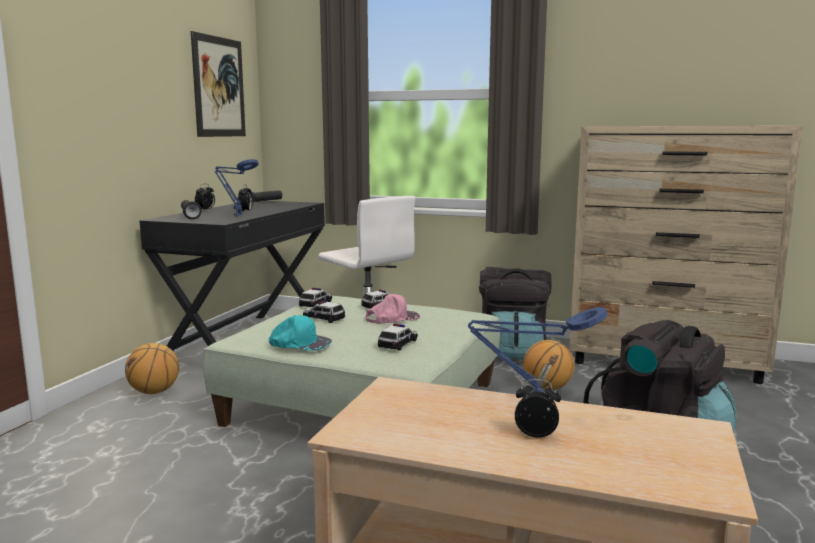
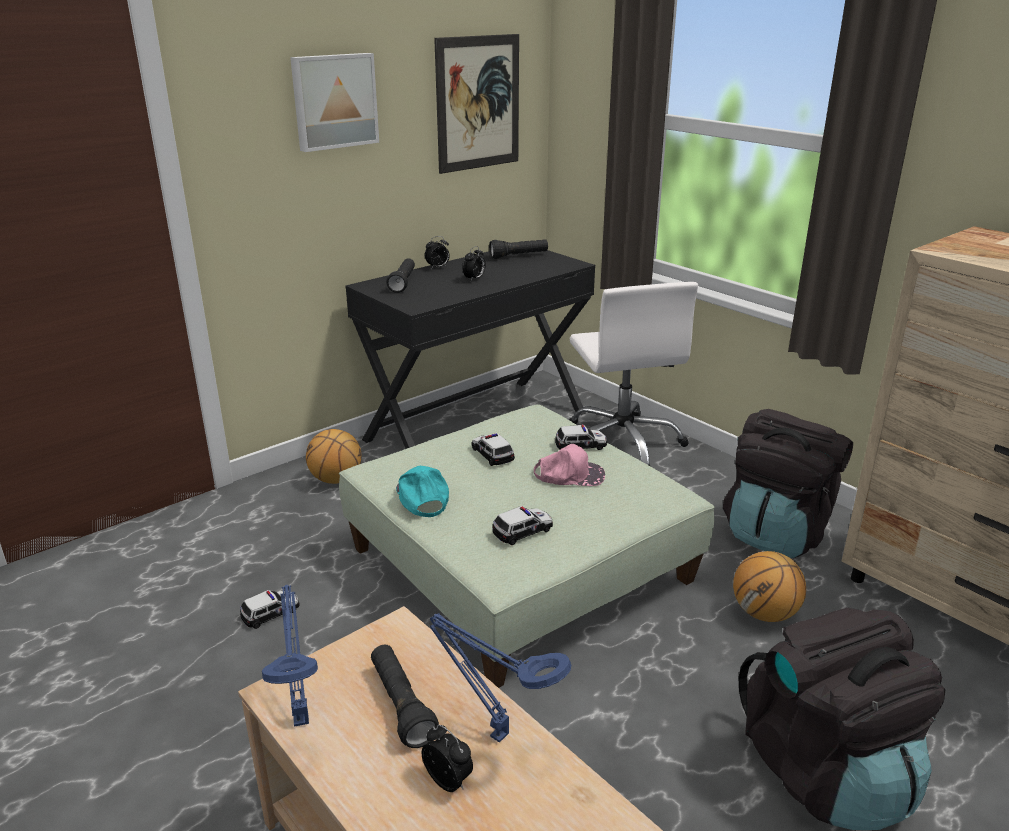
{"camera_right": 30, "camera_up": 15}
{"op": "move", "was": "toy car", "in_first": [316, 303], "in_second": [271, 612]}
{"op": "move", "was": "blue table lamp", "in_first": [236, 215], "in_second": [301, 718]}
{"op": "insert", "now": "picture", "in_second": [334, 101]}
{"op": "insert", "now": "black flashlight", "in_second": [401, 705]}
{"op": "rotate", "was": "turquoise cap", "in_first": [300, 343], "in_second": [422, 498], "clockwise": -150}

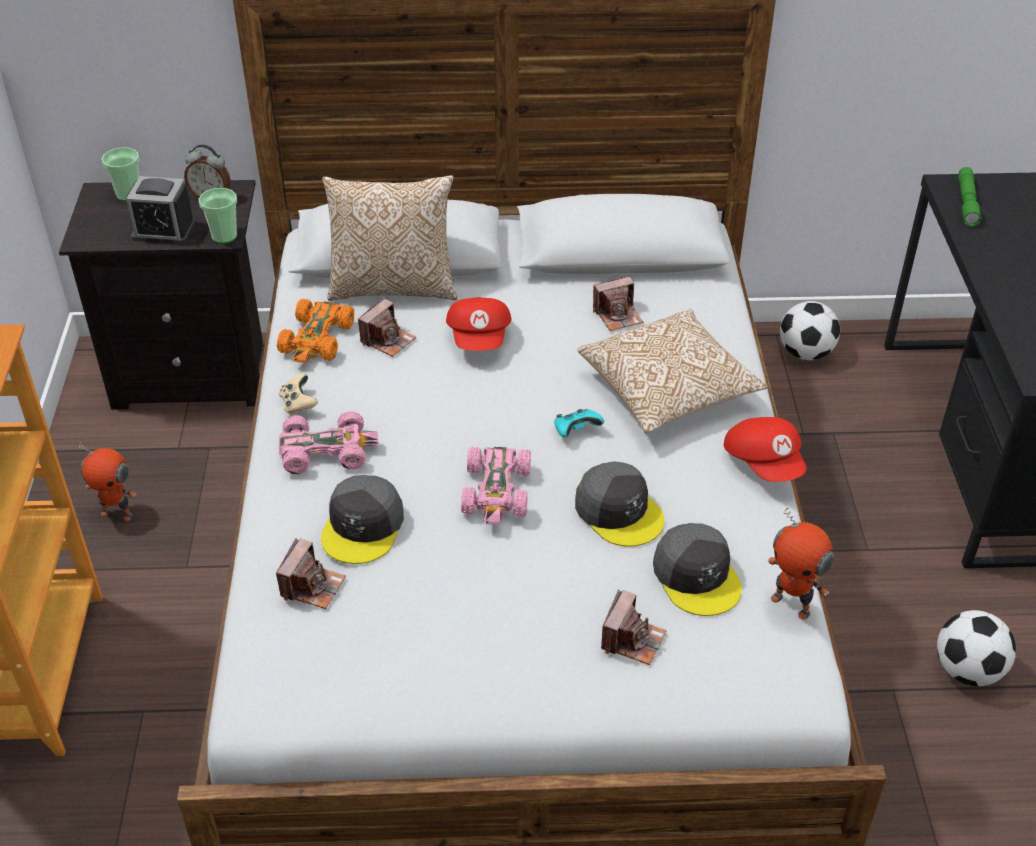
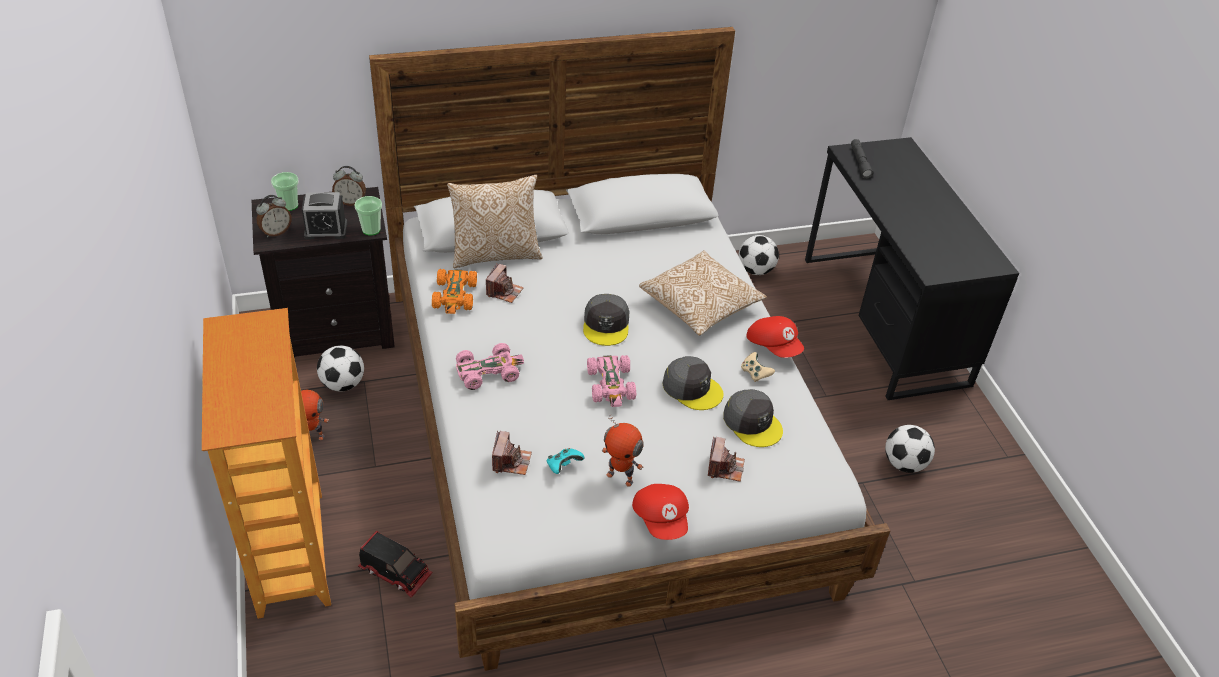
{"camera_right": -15, "camera_up": 0}
{"op": "insert", "now": "alarm clock", "in_second": [276, 232]}
{"op": "insert", "now": "football", "in_second": [343, 384]}
{"op": "insert", "now": "toy truck", "in_second": [396, 572]}
{"op": "move", "was": "turquoise game controller", "in_first": [576, 431], "in_second": [563, 466]}
{"op": "move", "was": "grey cap", "in_first": [363, 526], "in_second": [606, 324]}
{"op": "move", "was": "toy robot", "in_first": [792, 604], "in_second": [620, 477]}
{"op": "move", "was": "red cap", "in_first": [480, 338], "in_second": [661, 519]}
{"op": "move", "was": "beige game controller", "in_first": [298, 404], "in_second": [755, 373]}
{"op": "recolor", "was": "green flashlight", "now": "grey flashlight", "in_first": [967, 202], "in_second": [860, 163]}
{"op": "delete", "was": "photo camera", "in_first": [618, 315]}

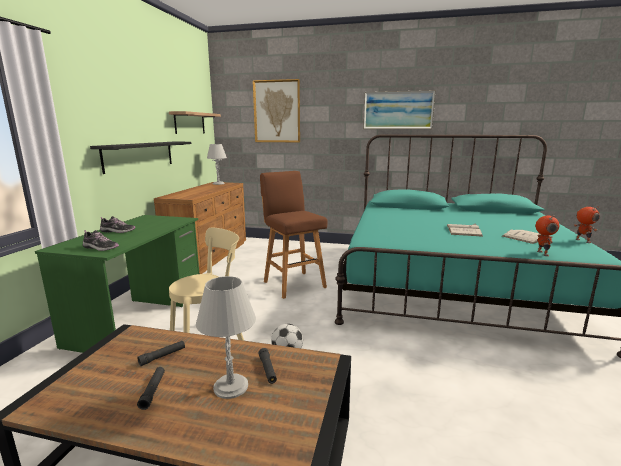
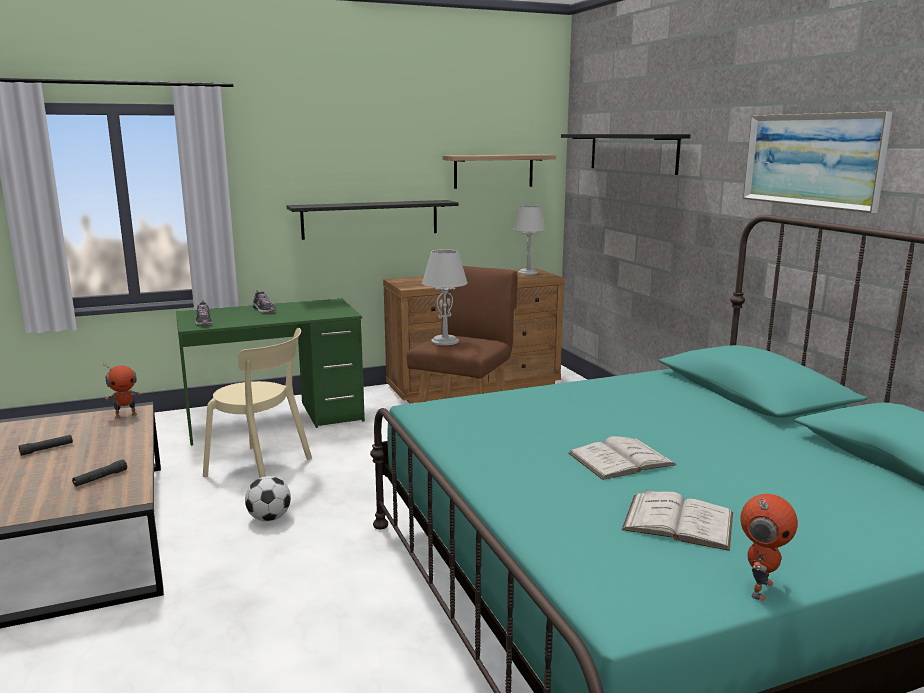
{"camera_right": 55, "camera_up": 0}
{"op": "move", "was": "toy robot", "in_first": [541, 253], "in_second": [126, 415]}
{"op": "move", "was": "grey table lamp", "in_first": [230, 386], "in_second": [445, 341]}
{"op": "replace", "was": "picture", "now": "black shelf", "in_first": [277, 111], "in_second": [632, 152]}
{"op": "delete", "was": "black flashlight", "in_first": [162, 356]}

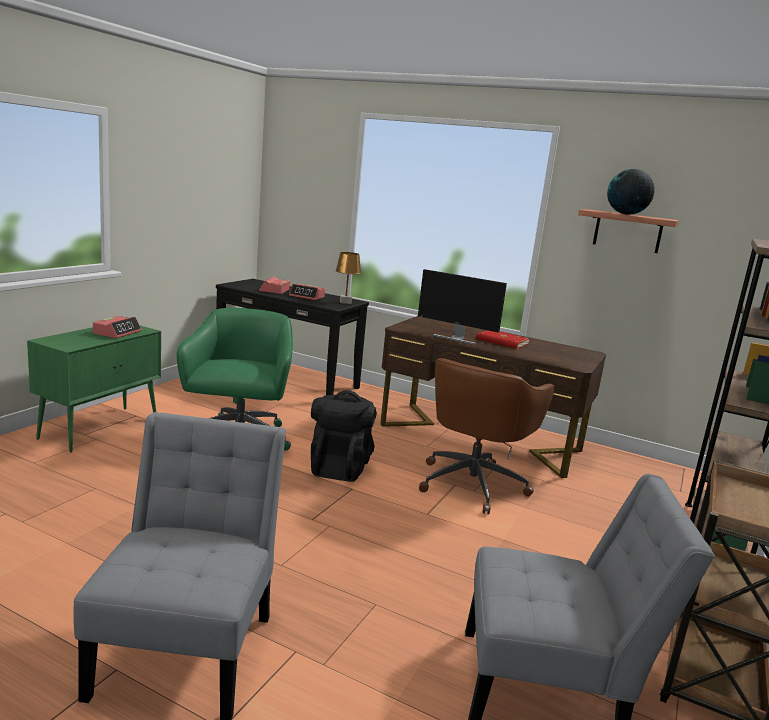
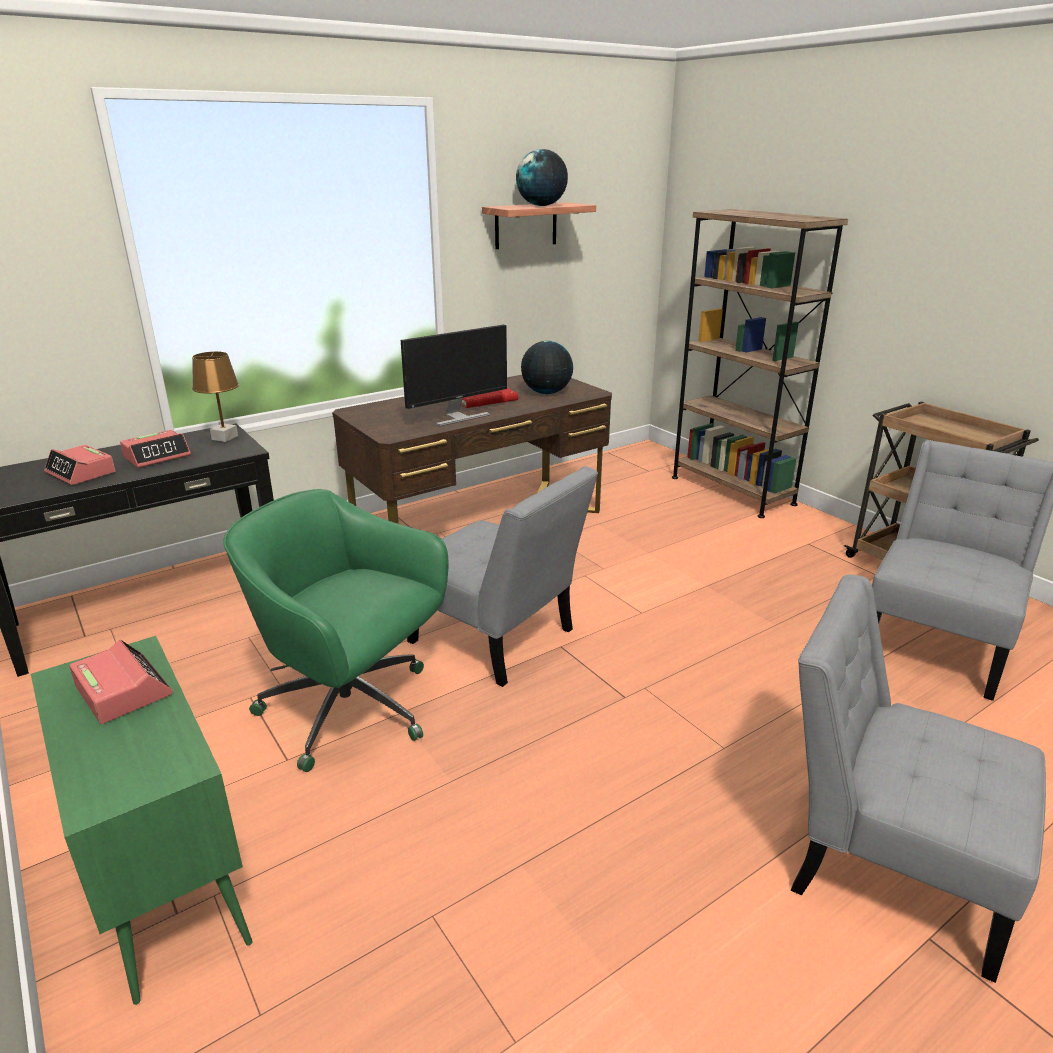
{"camera_right": -60, "camera_up": 10}
{"op": "replace", "was": "black backpack", "now": "grey chair", "in_first": [339, 467], "in_second": [498, 640]}
{"op": "insert", "now": "globe", "in_second": [546, 393]}
{"op": "delete", "was": "brown office chair", "in_first": [473, 483]}

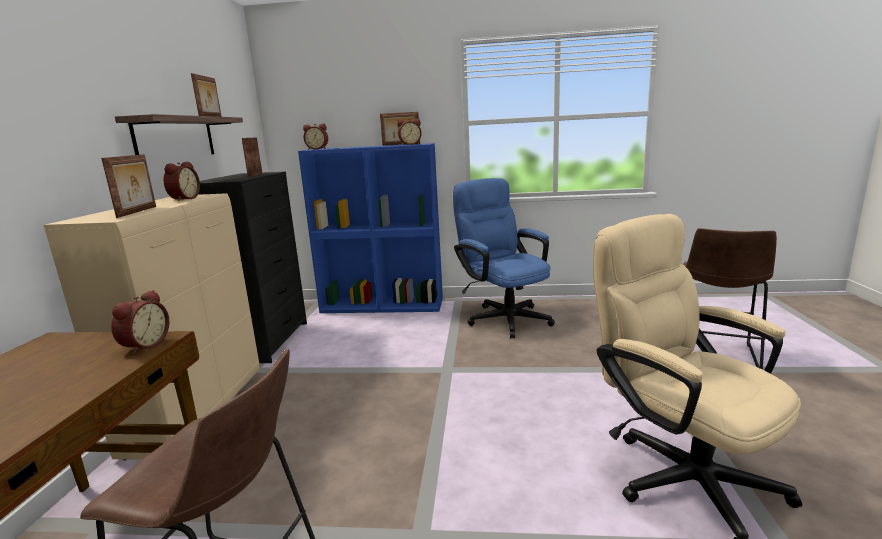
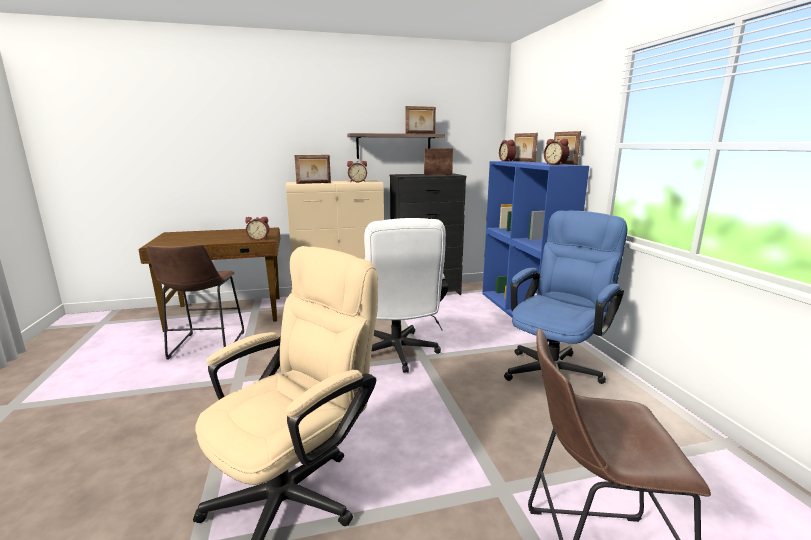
{"camera_right": 70, "camera_up": 0}
{"op": "insert", "now": "white office chair", "in_second": [397, 355]}
{"op": "insert", "now": "picture frame", "in_second": [523, 161]}

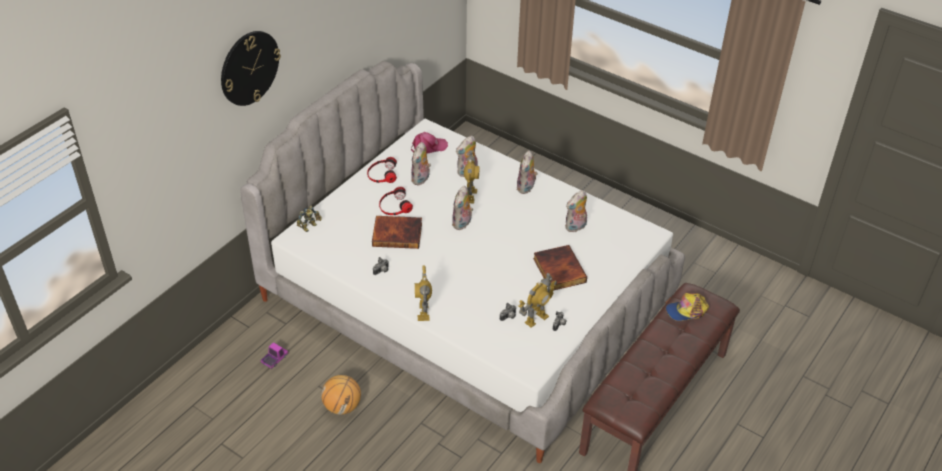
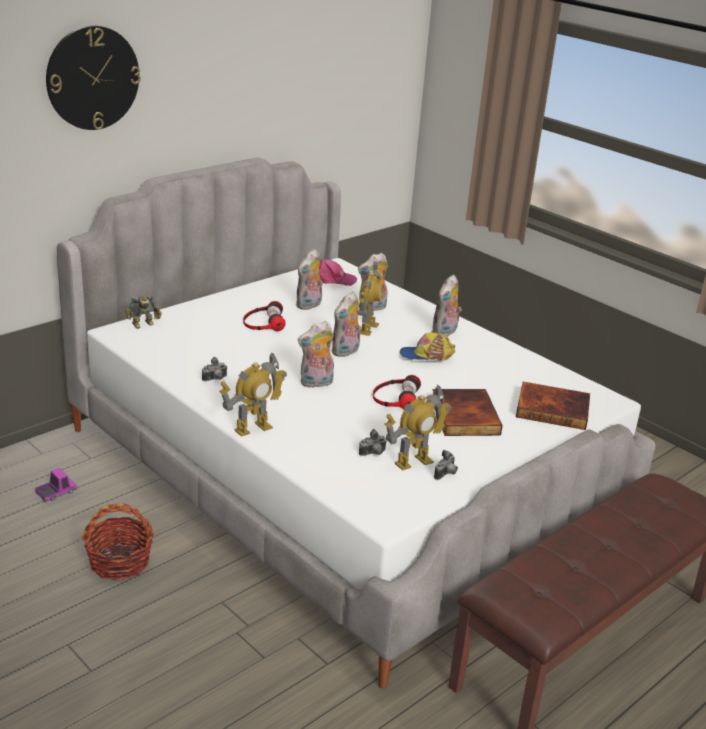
{"camera_right": 10, "camera_up": -15}
{"op": "replace", "was": "basketball", "now": "basket", "in_first": [342, 406], "in_second": [120, 562]}
{"op": "rotate", "was": "toy robot", "in_first": [424, 312], "in_second": [253, 428], "clockwise": -135}
{"op": "move", "was": "plush toy", "in_first": [575, 227], "in_second": [316, 383]}
{"op": "move", "was": "headphones", "in_first": [382, 174], "in_second": [395, 398]}
{"op": "move", "was": "cap", "in_first": [686, 311], "in_second": [427, 356]}
{"op": "move", "was": "book", "in_first": [397, 234], "in_second": [553, 409]}

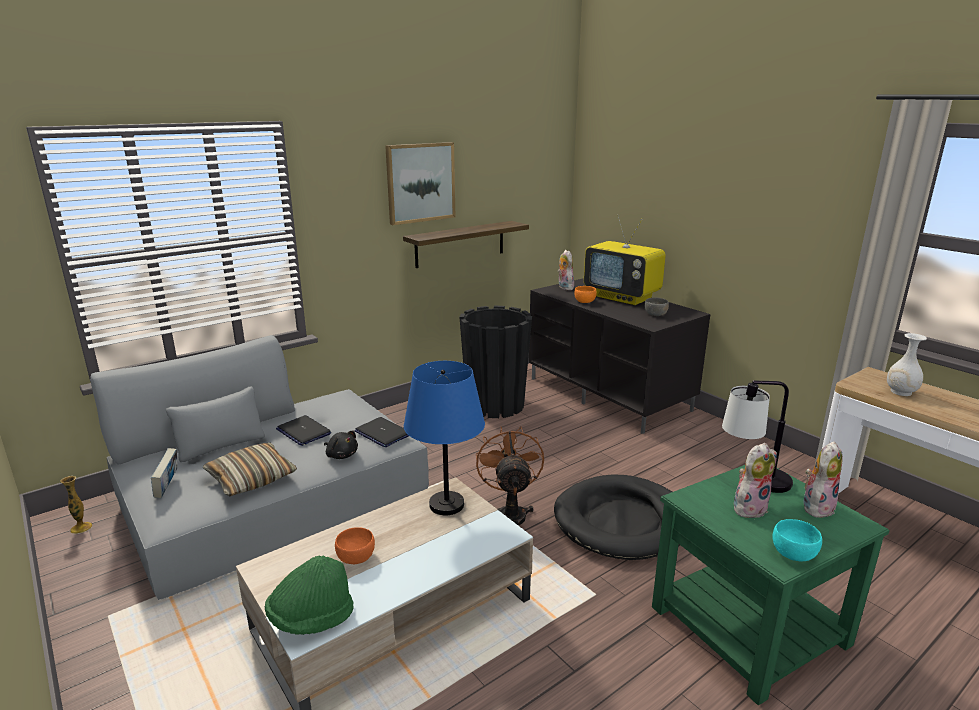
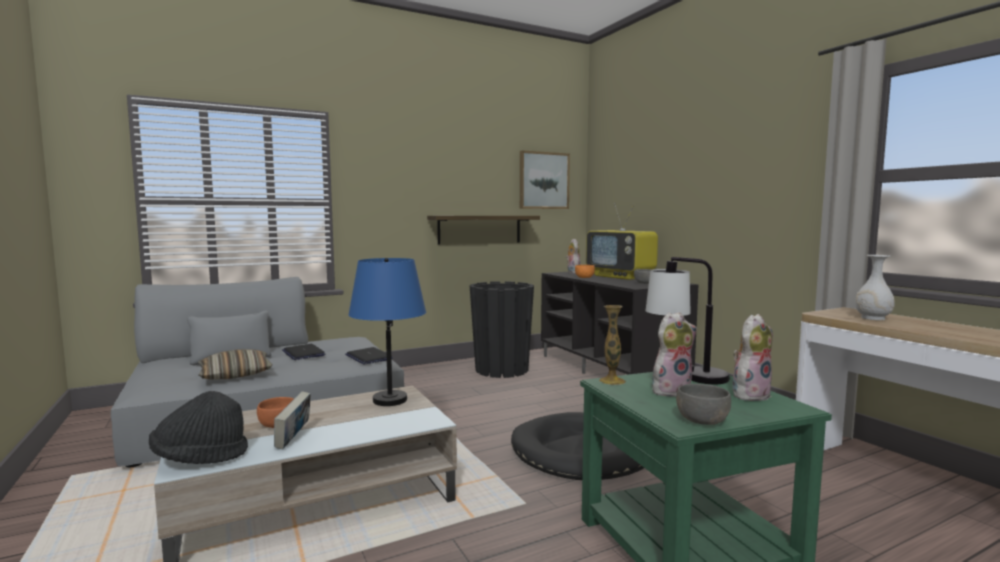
{"camera_right": 10, "camera_up": -15}
{"op": "recolor", "was": "green hat", "now": "black hat", "in_first": [311, 618], "in_second": [200, 458]}
{"op": "move", "was": "book", "in_first": [168, 487], "in_second": [293, 440]}
{"op": "move", "was": "picture", "in_first": [420, 182], "in_second": [543, 180]}
{"op": "move", "was": "vase", "in_first": [81, 528], "in_second": [612, 381]}
{"op": "recolor", "was": "turquoise bowl", "now": "grey bowl", "in_first": [793, 553], "in_second": [701, 420]}
{"op": "delete", "was": "black plush toy", "in_first": [341, 455]}
{"op": "delete", "was": "brown fan", "in_first": [510, 514]}

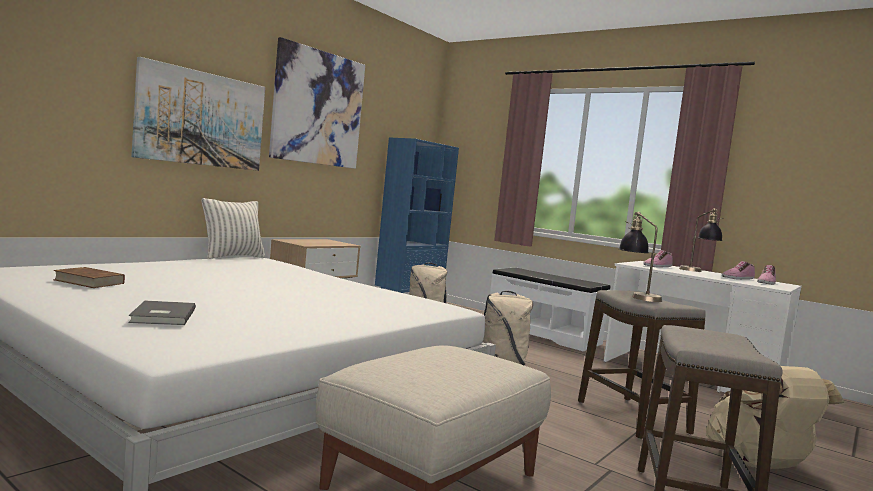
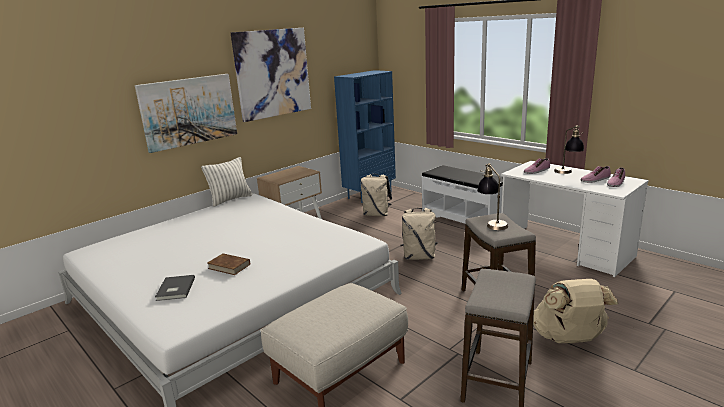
{"camera_right": 10, "camera_up": 15}
{"op": "move", "was": "brown book", "in_first": [89, 282], "in_second": [229, 266]}

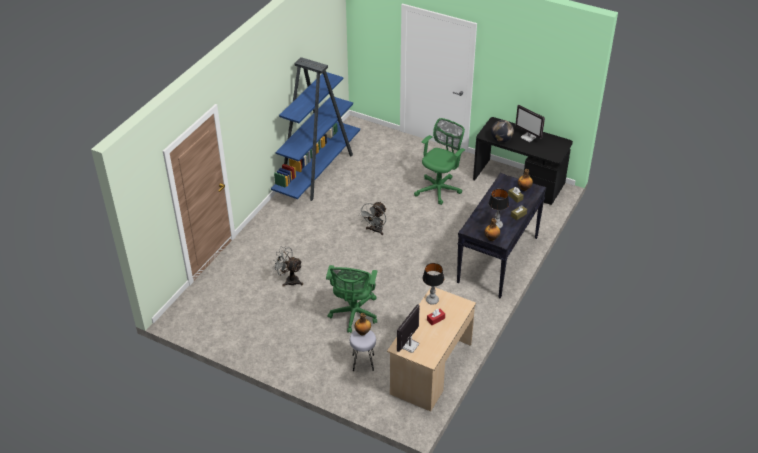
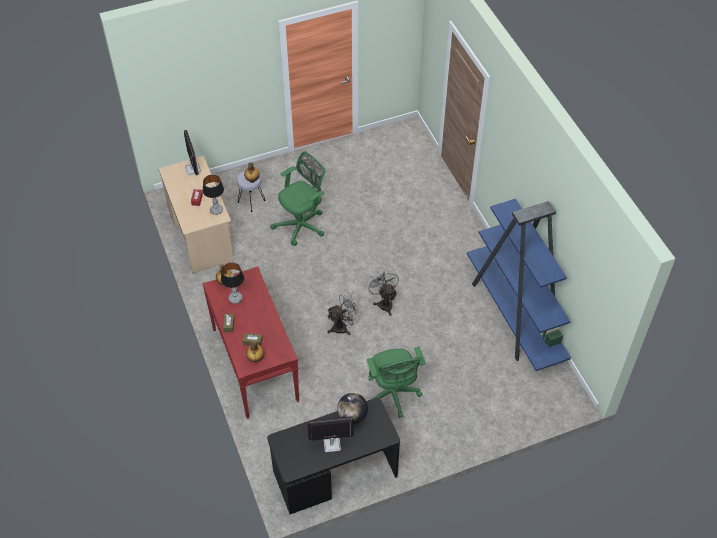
{"camera_right": 130, "camera_up": 10}
{"op": "recolor", "was": "black console table", "now": "red console table", "in_first": [498, 260], "in_second": [254, 364]}
{"op": "rotate", "was": "green office chair", "in_first": [353, 315], "in_second": [302, 225], "clockwise": 90}
{"op": "move", "was": "grey fan", "in_first": [289, 280], "in_second": [343, 327]}

